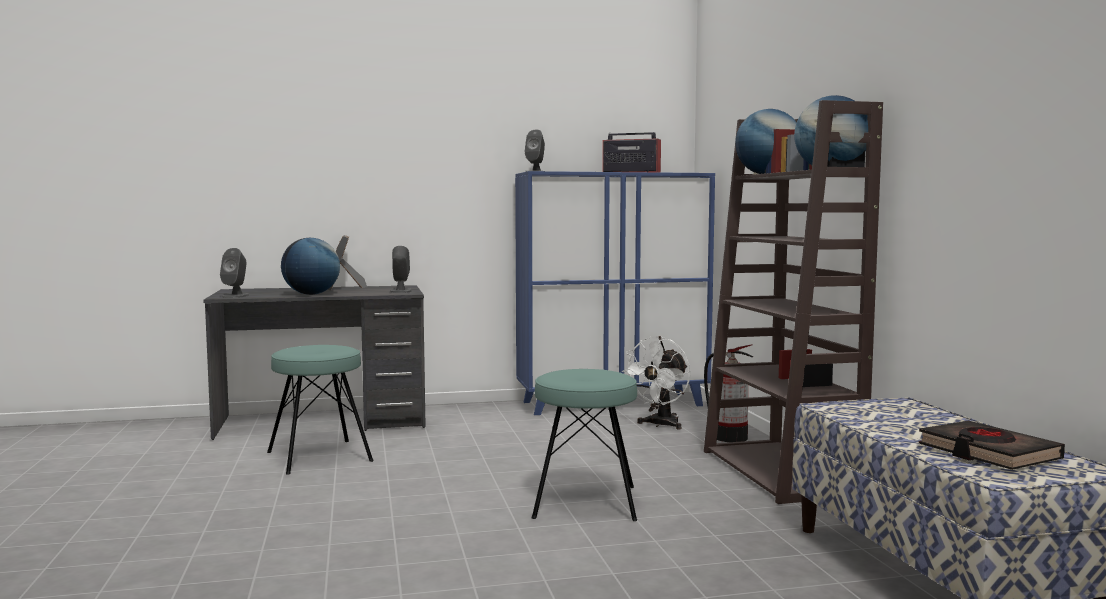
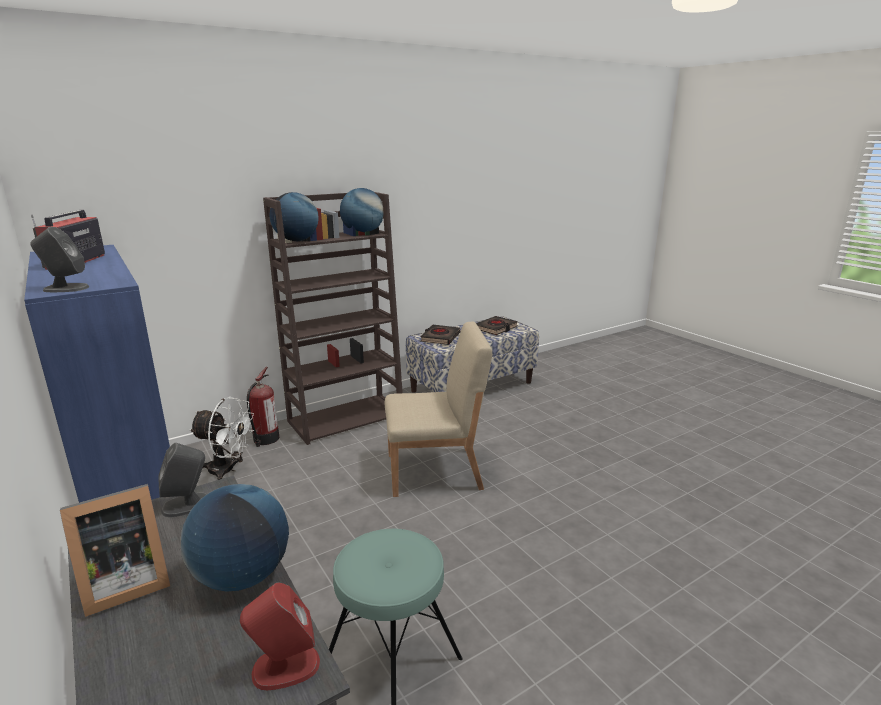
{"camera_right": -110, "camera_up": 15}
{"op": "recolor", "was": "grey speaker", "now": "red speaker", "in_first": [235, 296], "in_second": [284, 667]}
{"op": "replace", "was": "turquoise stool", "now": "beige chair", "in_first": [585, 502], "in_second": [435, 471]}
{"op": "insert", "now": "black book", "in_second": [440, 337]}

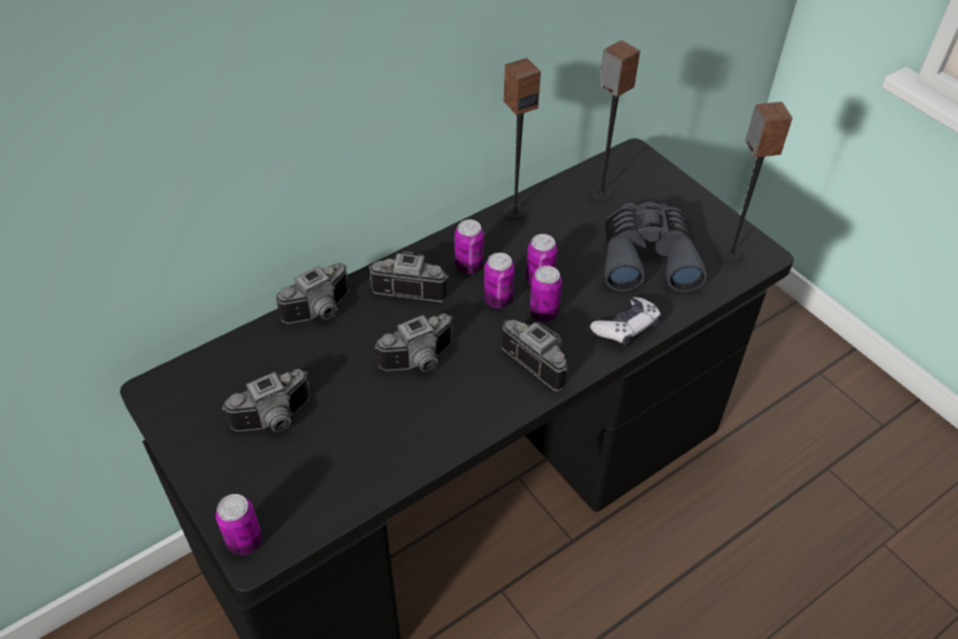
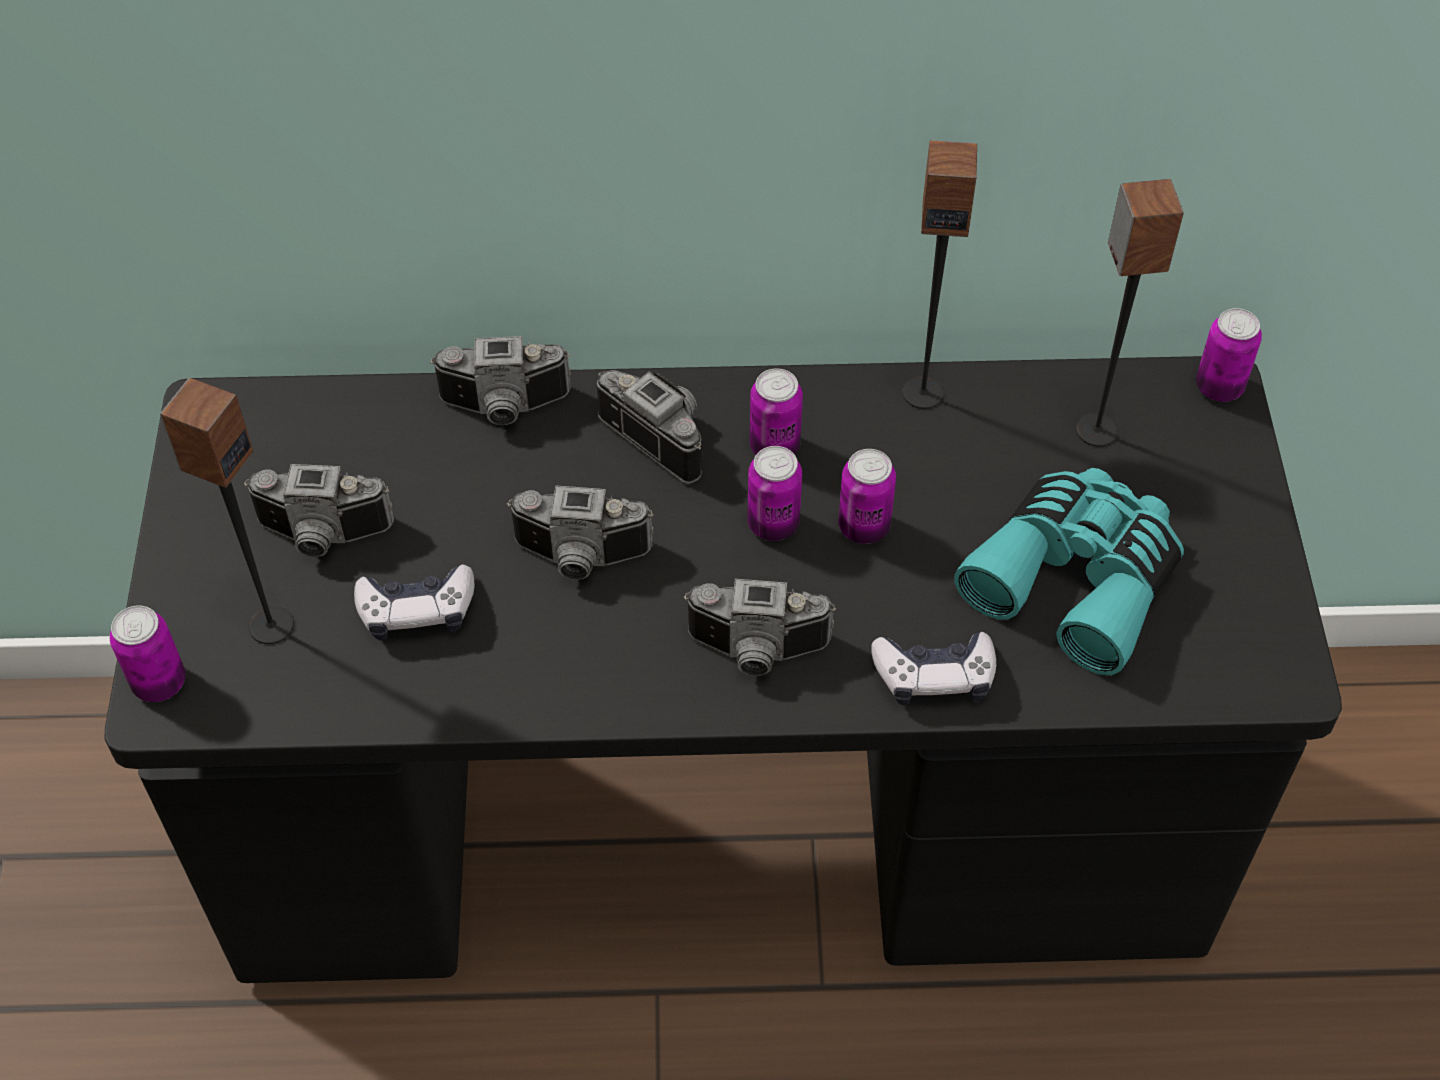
{"camera_right": 35, "camera_up": 5}
{"op": "move", "was": "speaker", "in_first": [730, 255], "in_second": [270, 625]}
{"op": "insert", "now": "game controller", "in_second": [417, 611]}
{"op": "rotate", "was": "photo camera", "in_first": [541, 360], "in_second": [757, 653], "clockwise": 105}
{"op": "recolor", "was": "grey binoculars", "now": "turquoise binoculars", "in_first": [647, 257], "in_second": [1076, 579]}
{"op": "move", "was": "can", "in_first": [543, 313], "in_second": [1219, 387]}

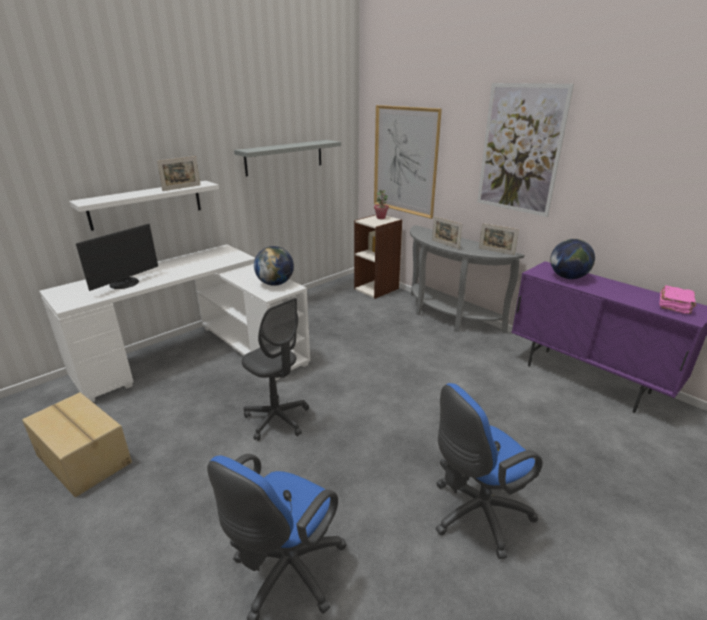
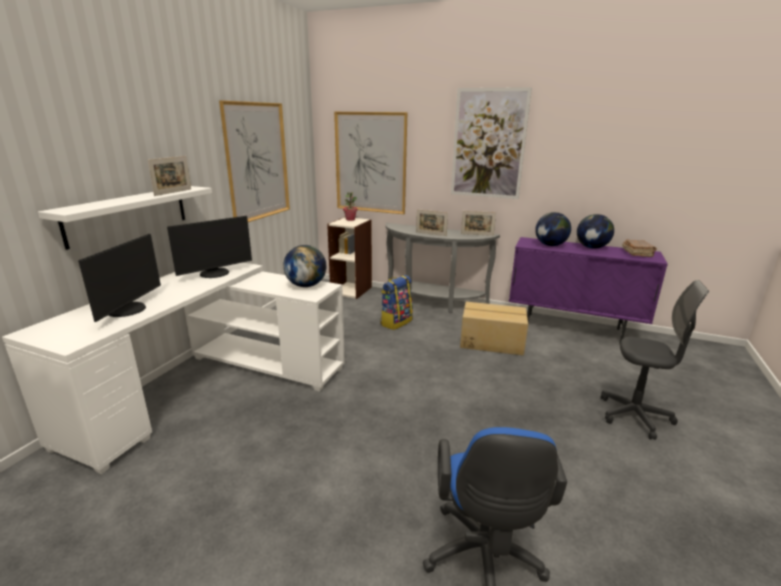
{"camera_right": -25, "camera_up": -5}
{"op": "insert", "now": "monitor", "in_second": [215, 274]}
{"op": "replace", "was": "grey shelf", "now": "picture", "in_first": [284, 157], "in_second": [257, 162]}
{"op": "insert", "now": "backpack", "in_second": [396, 322]}
{"op": "move", "was": "cardboard box", "in_first": [85, 458], "in_second": [491, 342]}
{"op": "insert", "now": "globe", "in_second": [592, 247]}
{"op": "move", "was": "grey office chair", "in_first": [277, 419], "in_second": [634, 416]}
{"op": "recolor", "was": "pink book", "now": "brown book", "in_first": [675, 306], "in_second": [637, 253]}
{"op": "delete", "was": "blue office chair", "in_first": [475, 515]}

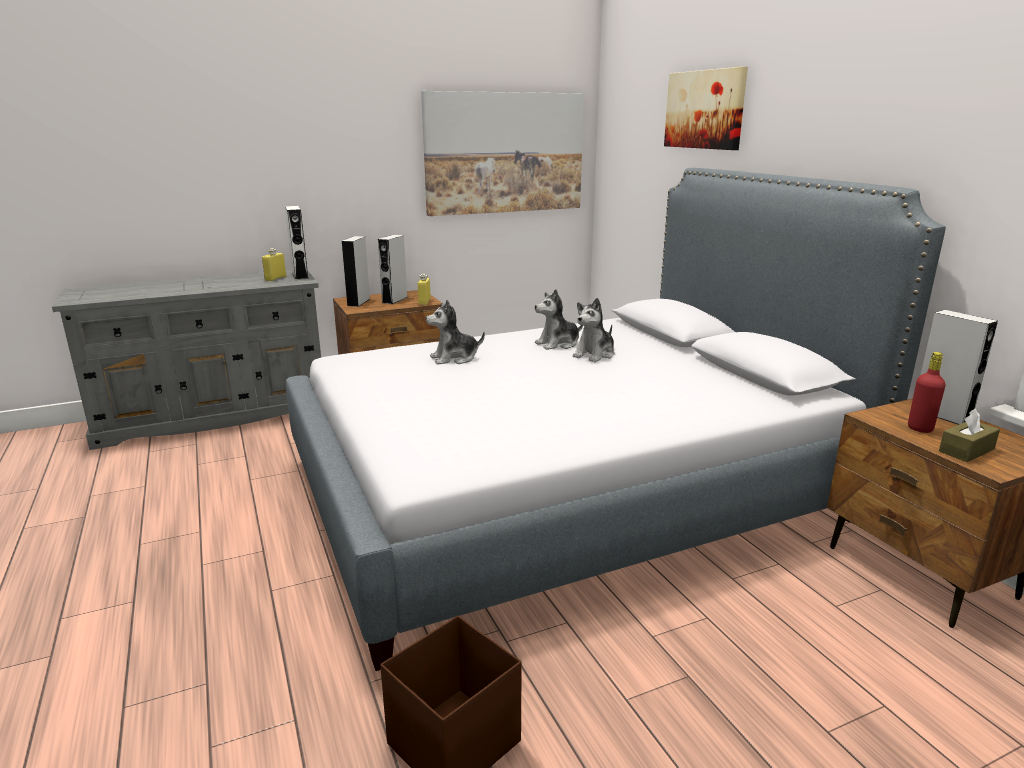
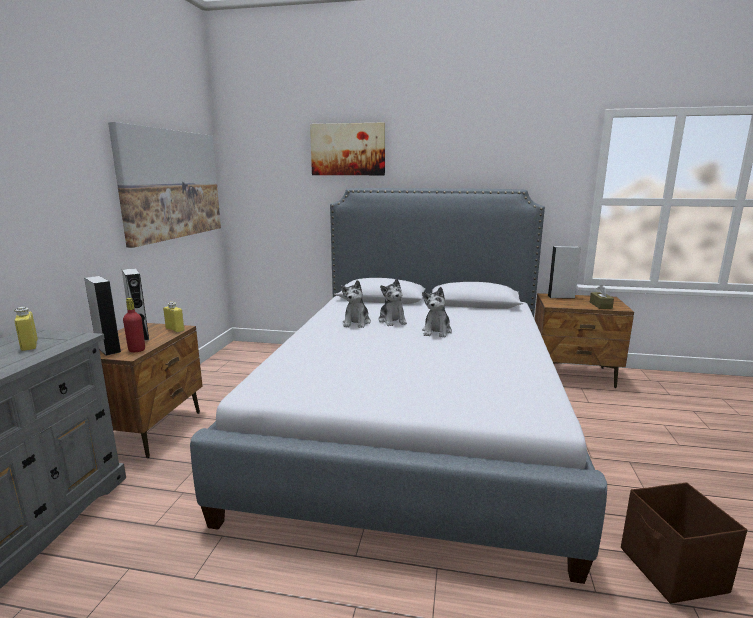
{"camera_right": -55, "camera_up": -5}
{"op": "move", "was": "red bottle", "in_first": [920, 428], "in_second": [137, 350]}
{"op": "move", "was": "plush toy", "in_first": [454, 358], "in_second": [437, 331]}
{"op": "delete", "was": "white speaker", "in_first": [300, 275]}

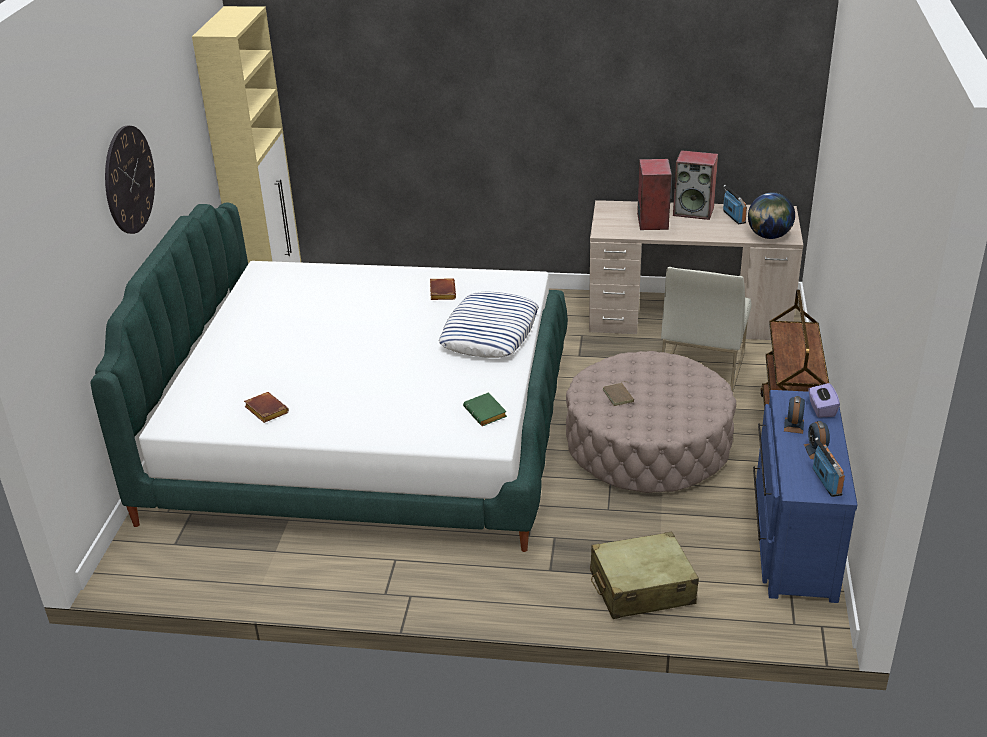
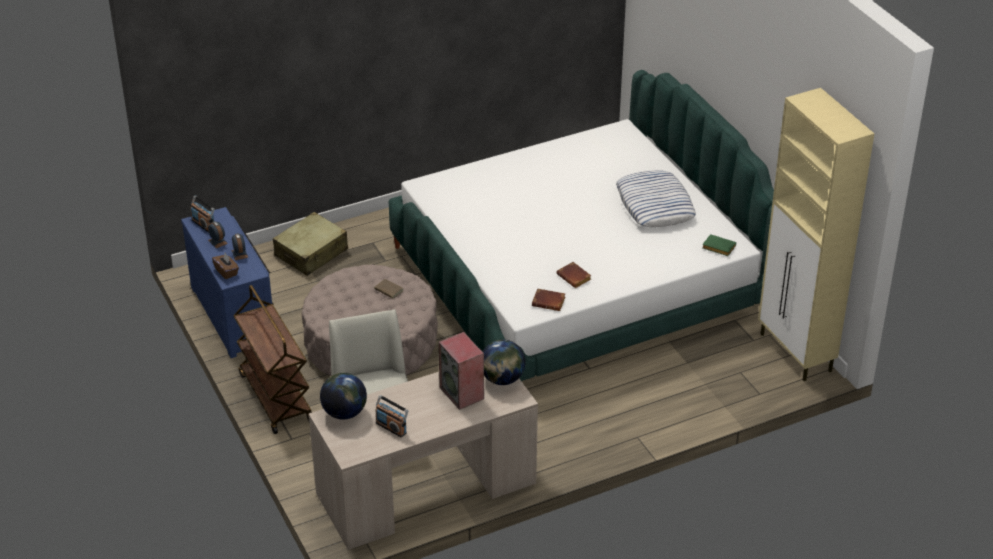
{"camera_right": 145, "camera_up": 5}
{"op": "recolor", "was": "purple tissue box", "now": "brown tissue box", "in_first": [821, 409], "in_second": [226, 272]}
{"op": "insert", "now": "globe", "in_second": [502, 379]}
{"op": "move", "was": "brown book", "in_first": [265, 410], "in_second": [549, 302]}
{"op": "move", "was": "pillow", "in_first": [489, 332], "in_second": [655, 205]}
{"op": "move", "was": "green book", "in_first": [487, 413], "in_second": [717, 248]}
{"op": "delete", "was": "wall clock", "in_first": [129, 179]}
{"op": "delete", "was": "speaker", "in_first": [694, 211]}

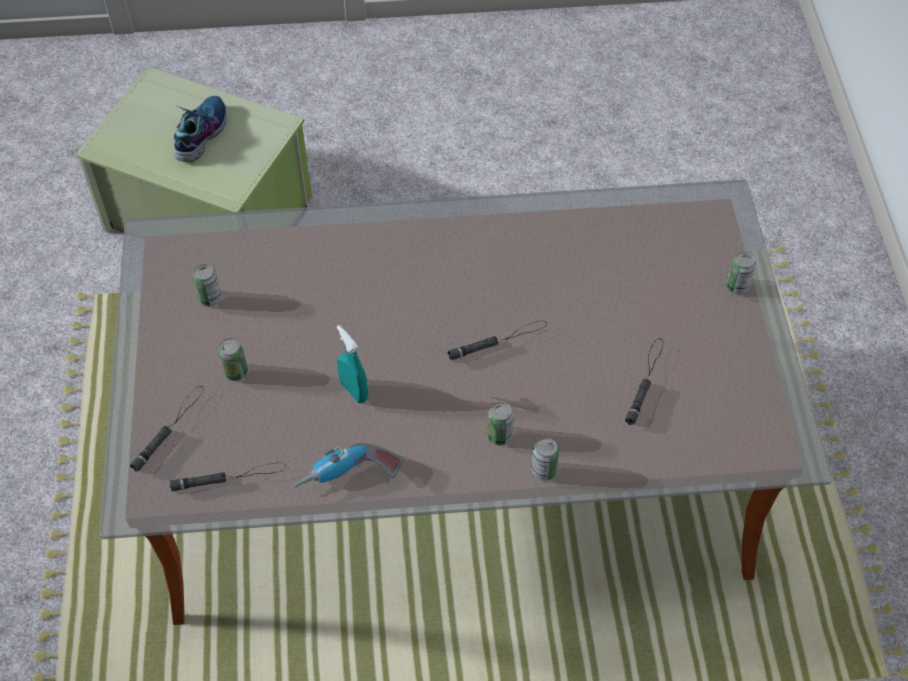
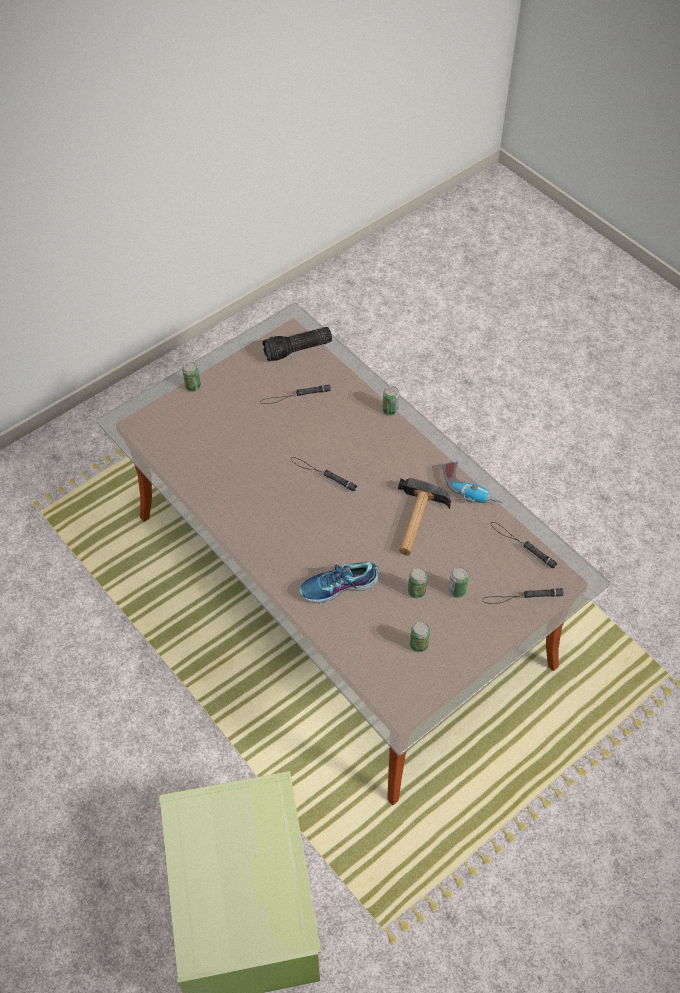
{"camera_right": -125, "camera_up": 0}
{"op": "insert", "now": "flashlight", "in_second": [297, 350]}
{"op": "move", "was": "shoe", "in_first": [201, 134], "in_second": [339, 587]}
{"op": "replace", "was": "turquoise spray bottle", "now": "hammer", "in_first": [354, 391], "in_second": [416, 522]}
{"op": "move", "was": "can", "in_first": [499, 436], "in_second": [416, 591]}

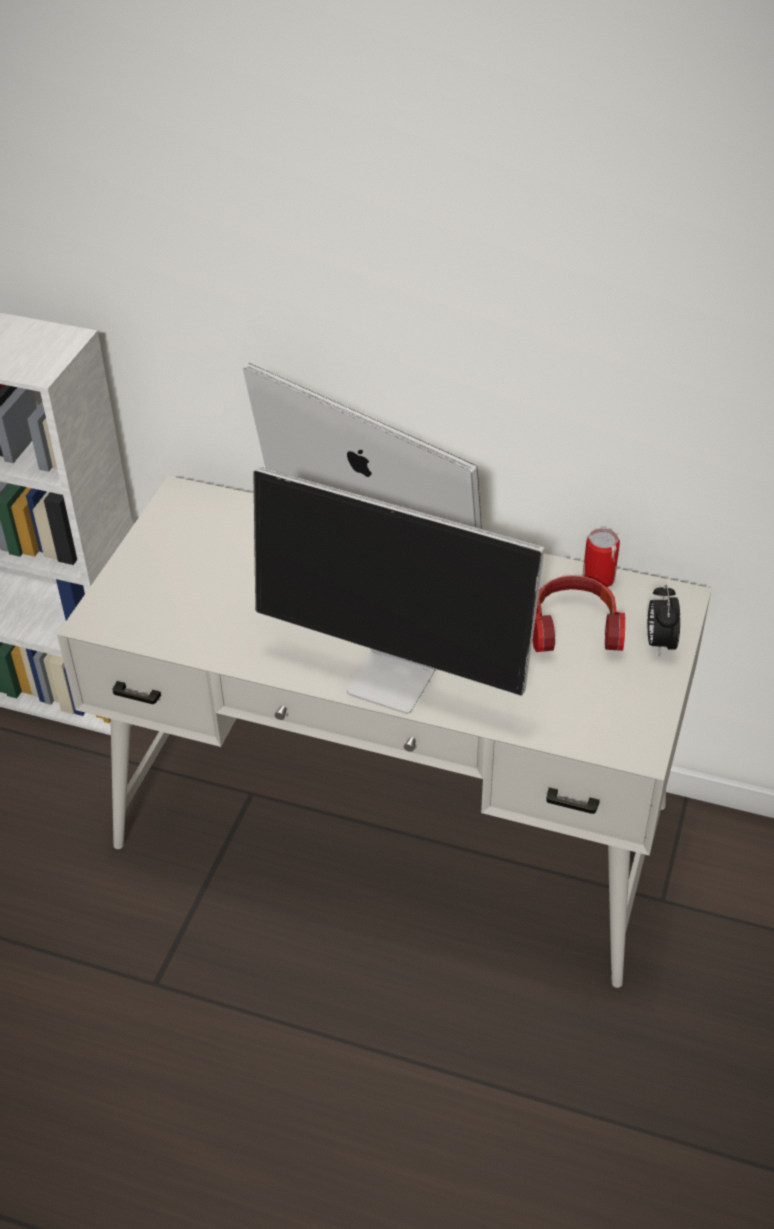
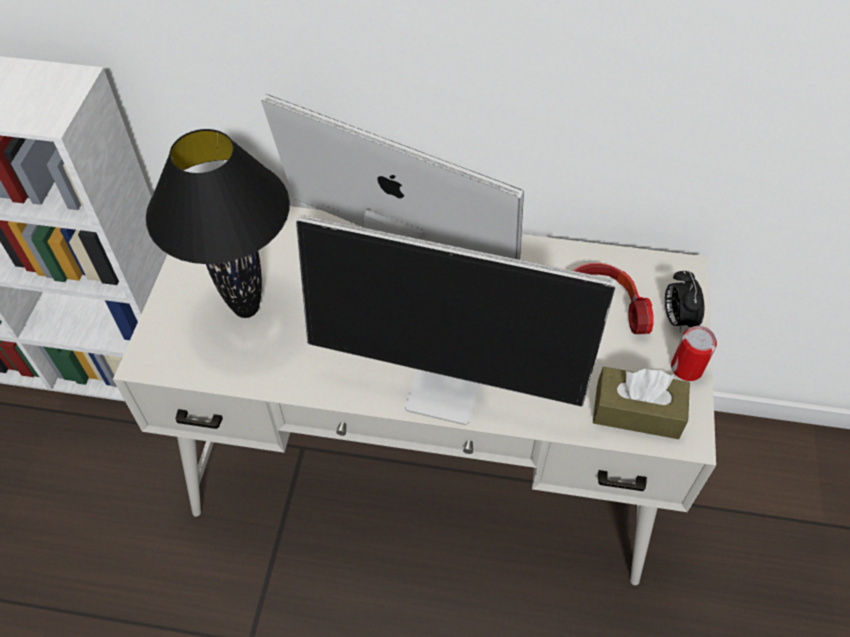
{"camera_right": -10, "camera_up": 10}
{"op": "insert", "now": "black table lamp", "in_second": [245, 309]}
{"op": "insert", "now": "brown tissue box", "in_second": [637, 412]}
{"op": "move", "was": "can", "in_first": [598, 578], "in_second": [686, 368]}

